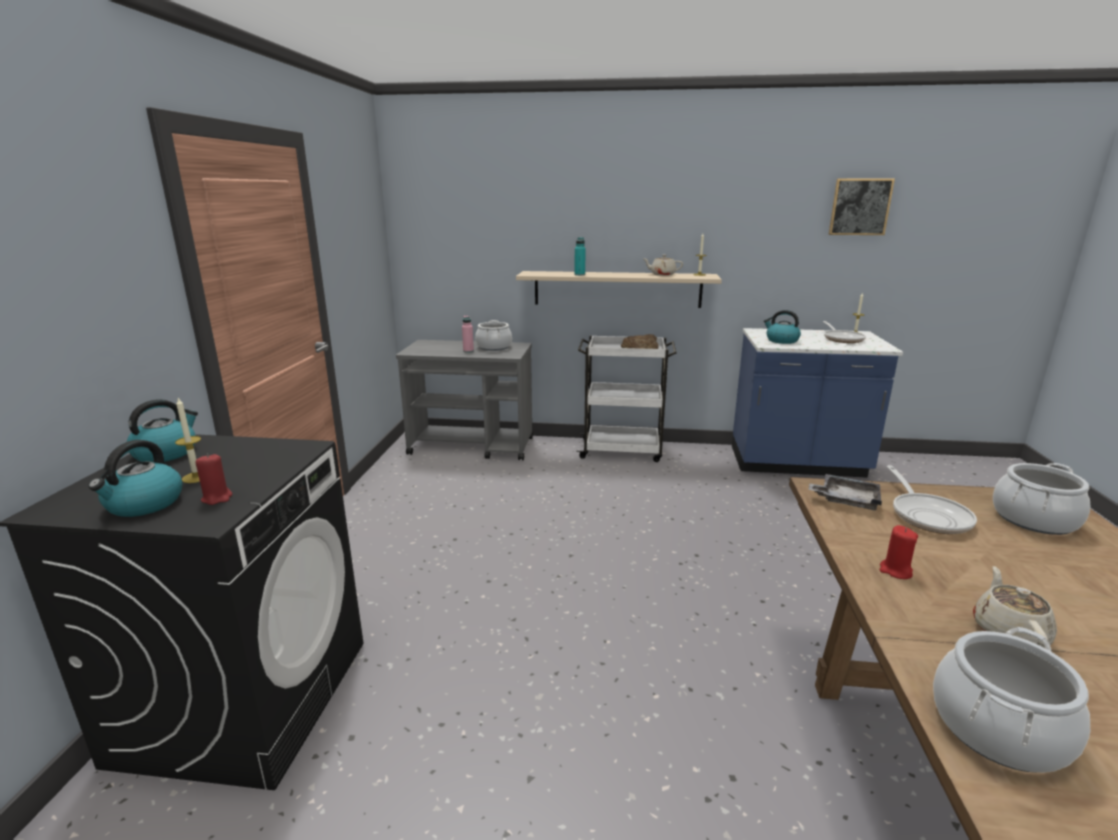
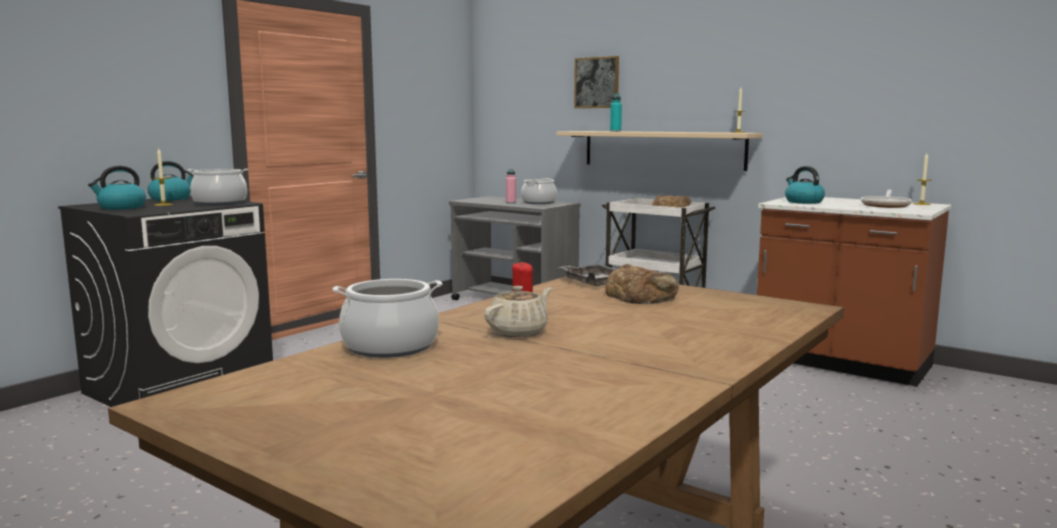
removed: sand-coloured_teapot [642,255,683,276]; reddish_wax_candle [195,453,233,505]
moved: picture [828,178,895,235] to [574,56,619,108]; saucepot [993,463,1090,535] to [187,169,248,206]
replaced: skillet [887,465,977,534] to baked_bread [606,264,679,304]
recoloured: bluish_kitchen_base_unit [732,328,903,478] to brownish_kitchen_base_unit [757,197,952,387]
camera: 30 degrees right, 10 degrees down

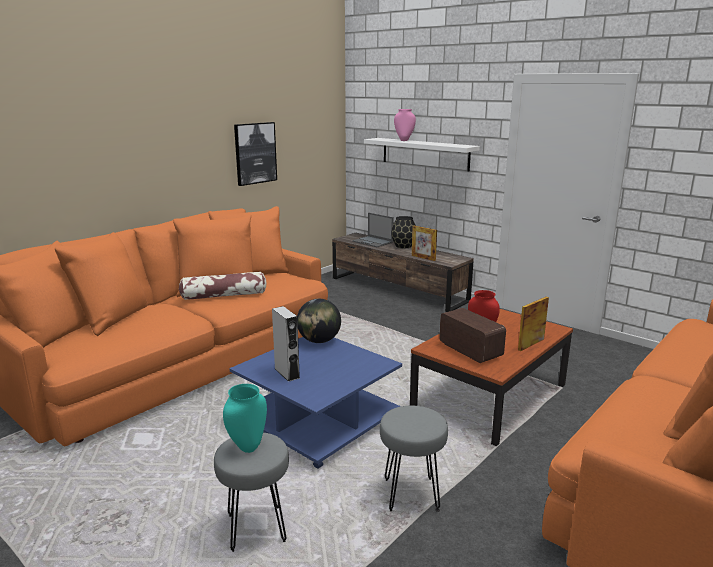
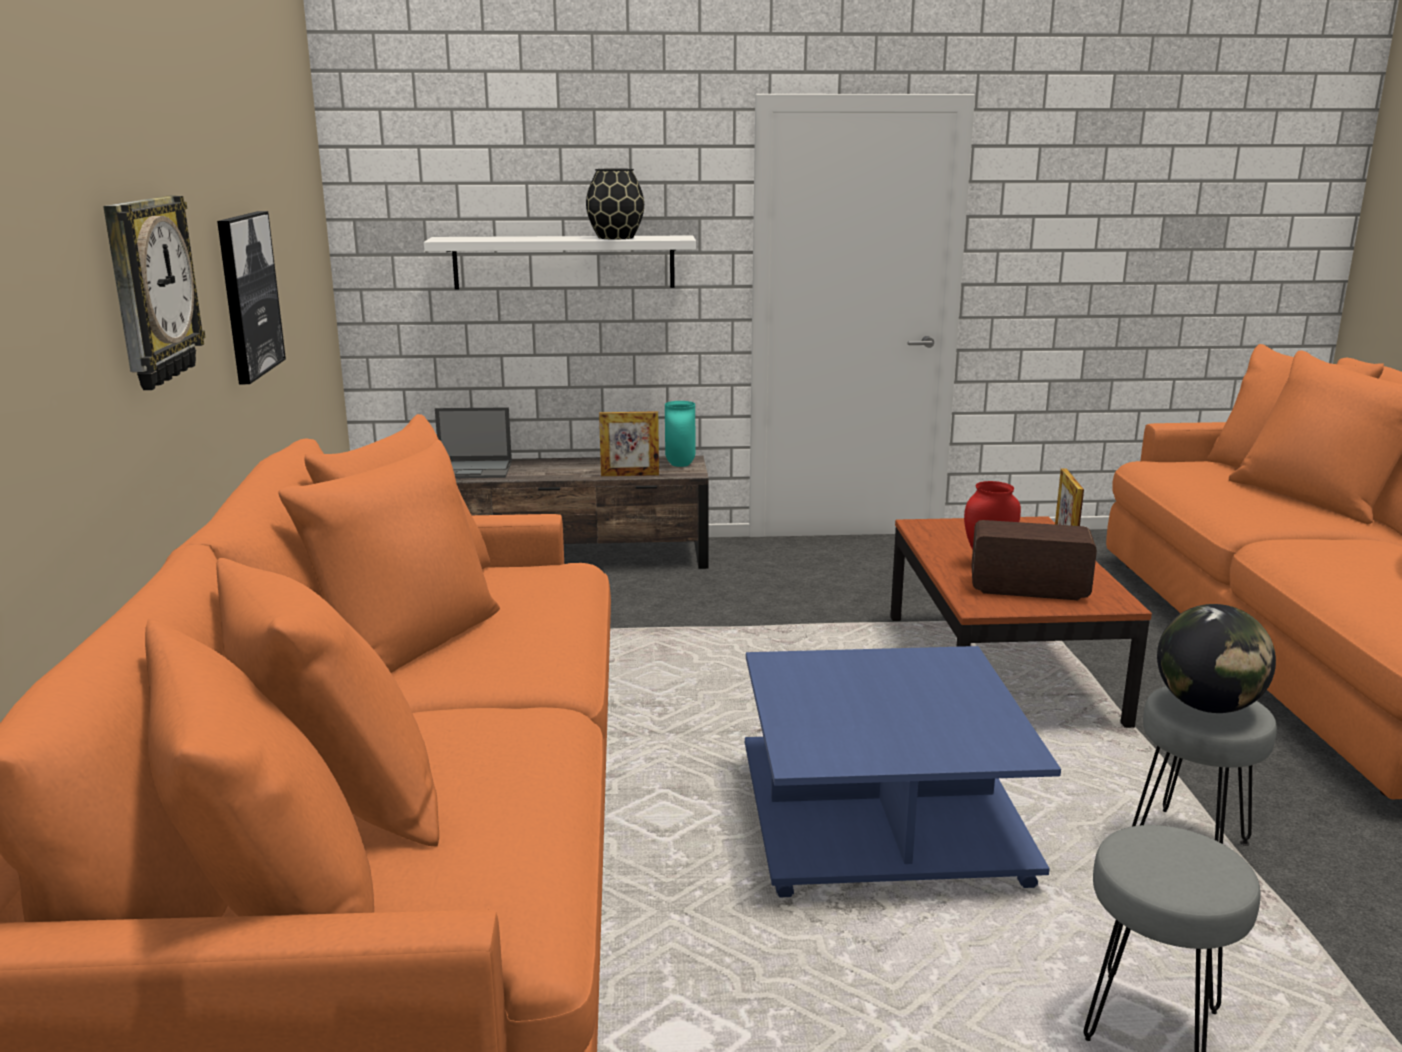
removed: pink_flower_vase [394,109,416,141]; pillow [179,271,266,300]; gray_speaker [272,306,300,382]
added: clock_on_the_wall [103,196,206,390]
moved: black-coloured_flower_vase [391,216,416,248] to [586,168,644,239]; world_globe [297,299,341,343] to [1157,604,1276,713]; turquoise_flower_vase [223,384,267,453] to [665,401,695,467]
camera: 45 degrees left, 0 degrees up

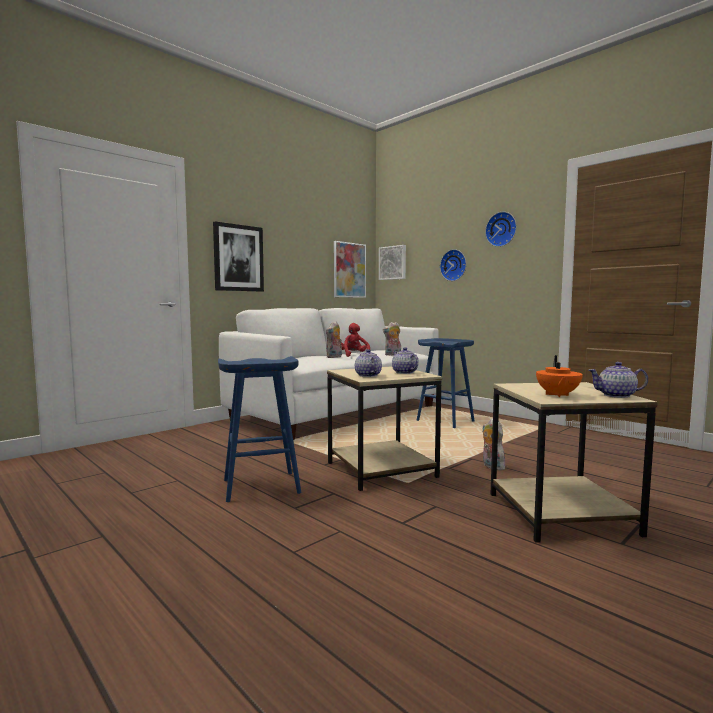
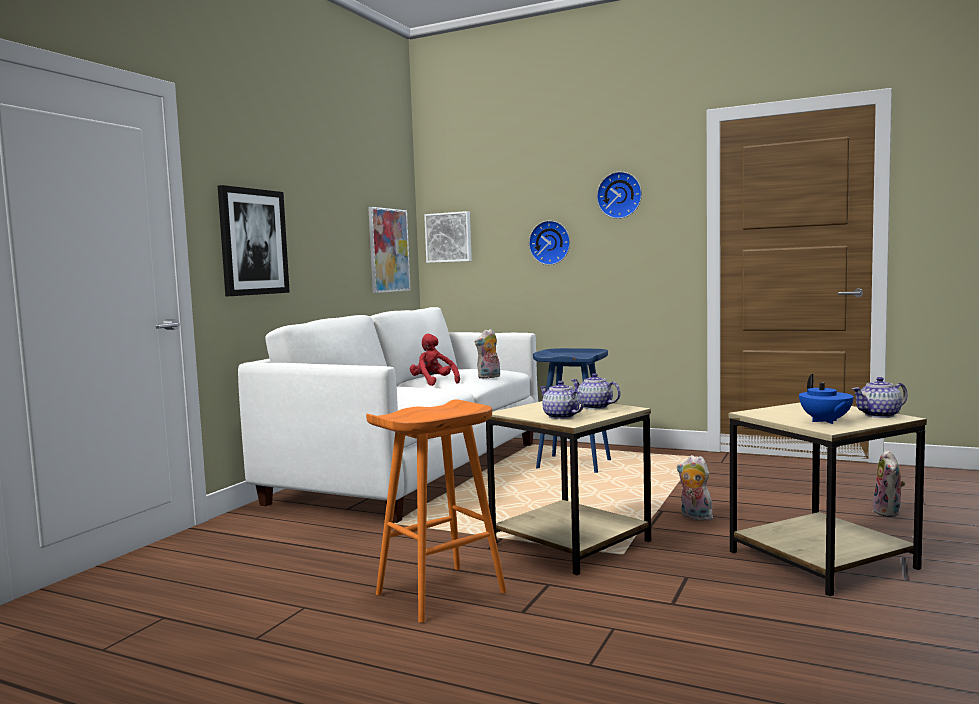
moved: soft_toy [326,322,342,358] to [873,449,905,517]
recoloured: orange-coloured_teapot [536,355,583,397] to bluish_teapot [799,374,854,424]; bluish_sitting_stool [218,356,301,502] to orange-coloured_sitting_stool [366,399,507,623]
camera: 20 degrees left, 0 degrees up

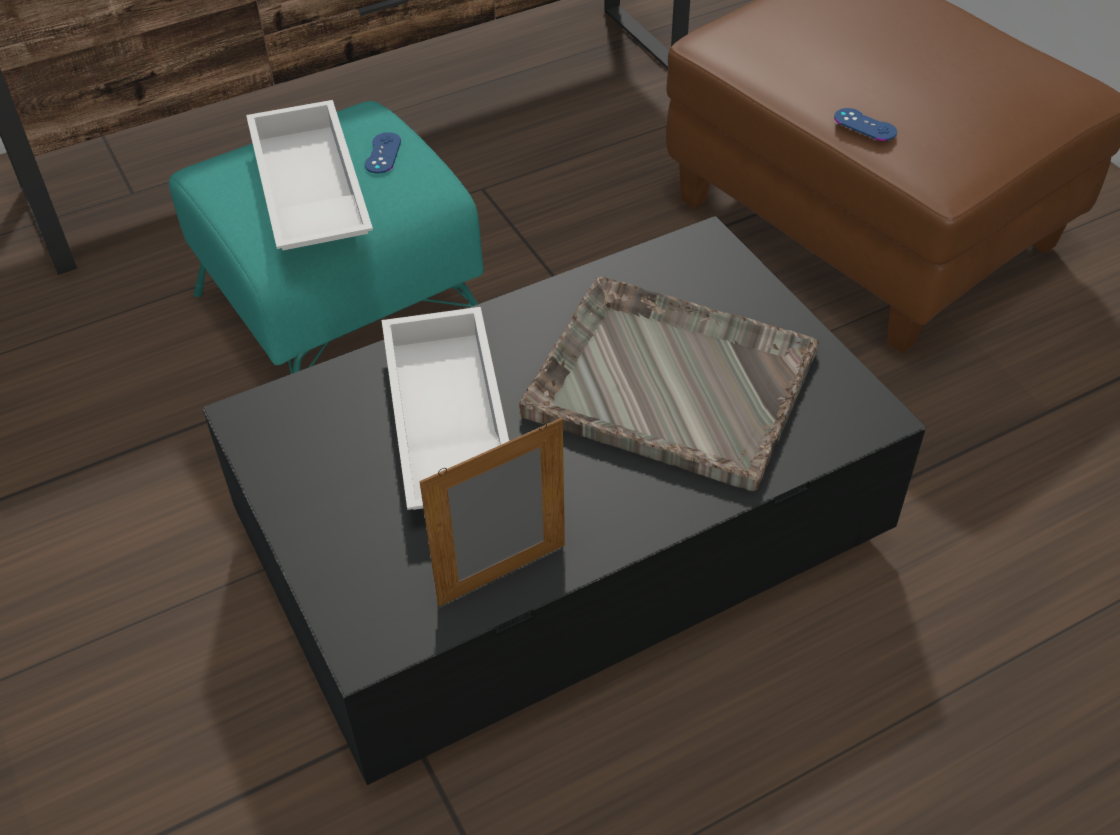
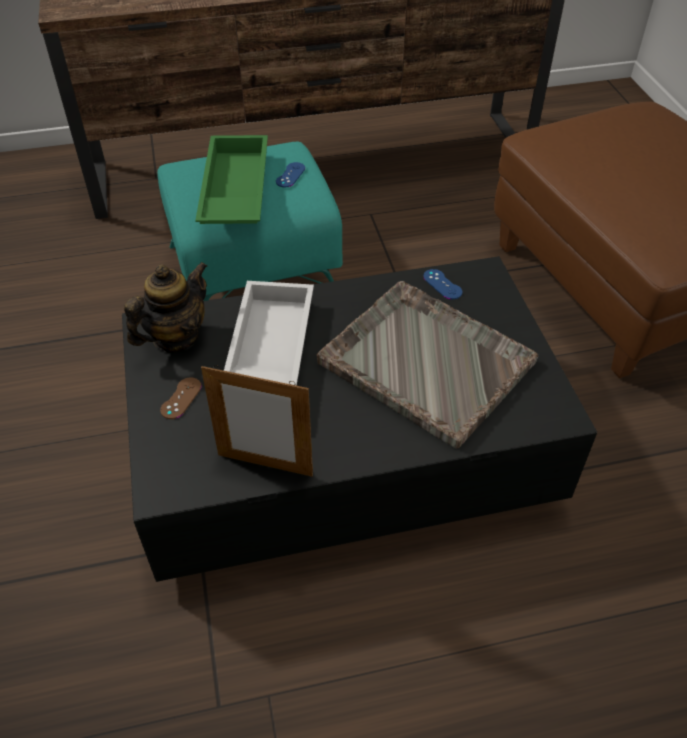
added: teapot [124,262,207,352]; brownish_gamepad [160,377,202,419]
moved: bluish_gamepad [834,108,897,141] to [423,269,462,300]
recoloured: whitish_tray [246,100,373,251] to green_tray [195,135,268,224]
turned: photo_frame [420,418,565,606] = [201,365,313,477] 150 degrees counterclockwise
camera: 15 degrees right, 0 degrees up

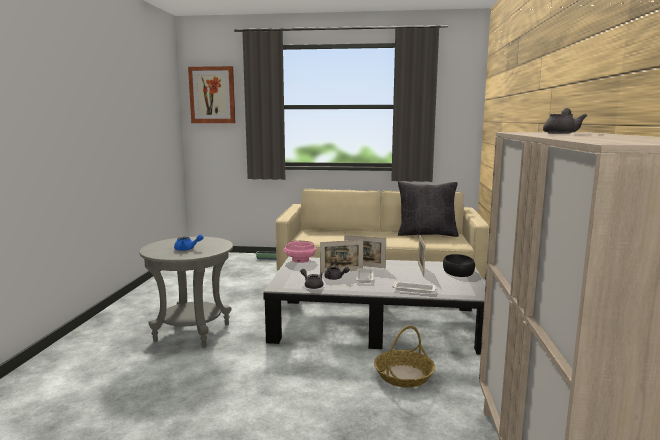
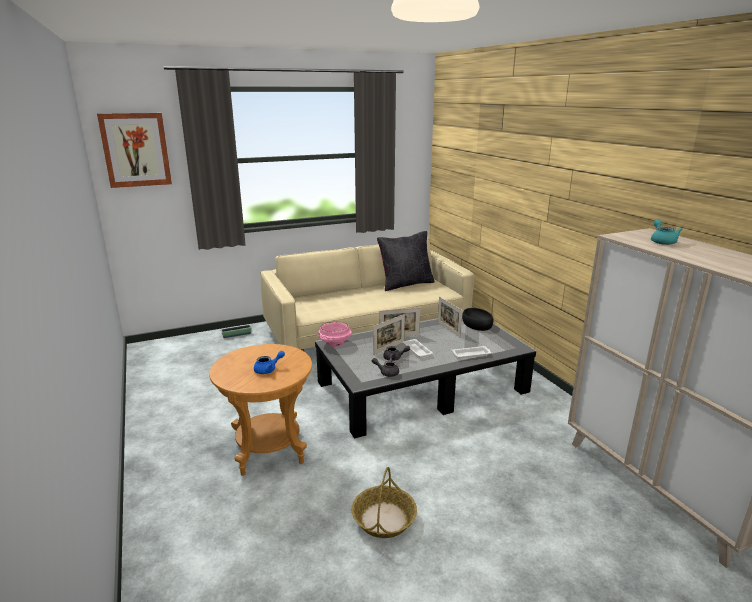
moved: household_basket [374,326,435,388] to [352,467,417,538]
recoloured: gray_teapot [543,108,587,134] to turquoise_teapot [651,219,683,245]; gray_accent_table [139,237,233,348] to brownish_accent_table [209,344,312,476]
camera: 30 degrees left, 10 degrees up

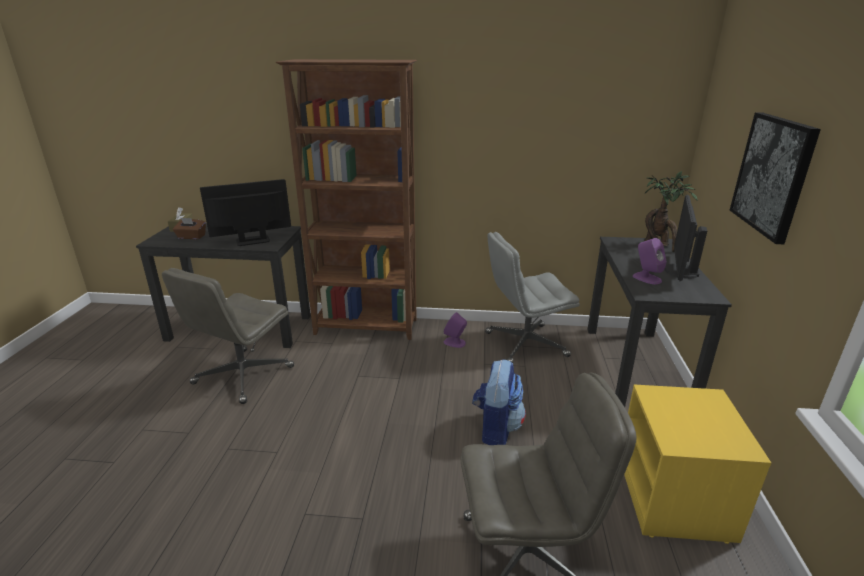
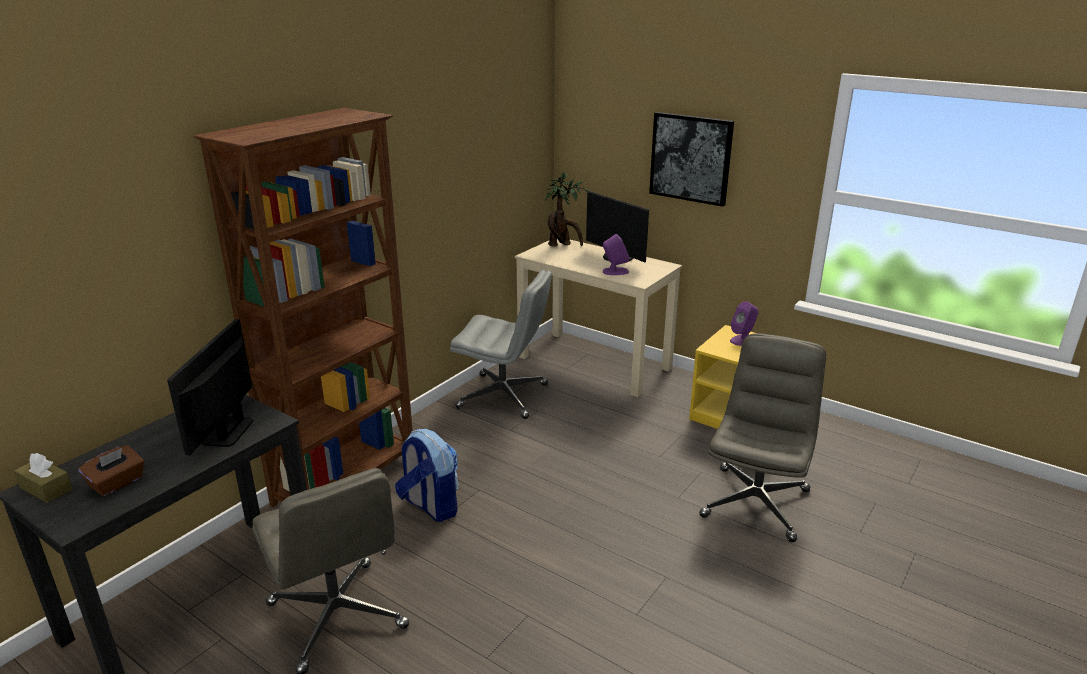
moved: purple-coloured_speaker [444,312,467,348] to [730,301,759,346]; knapsack [472,359,526,445] to [395,429,458,522]
recoloured: black-coloured_desk [588,237,732,407] to sand-coloured_desk [515,239,682,397]
turned: gray_desk_chair [485,232,579,363] = [450,270,552,419] 90 degrees counterclockwise
camera: 60 degrees left, 0 degrees up

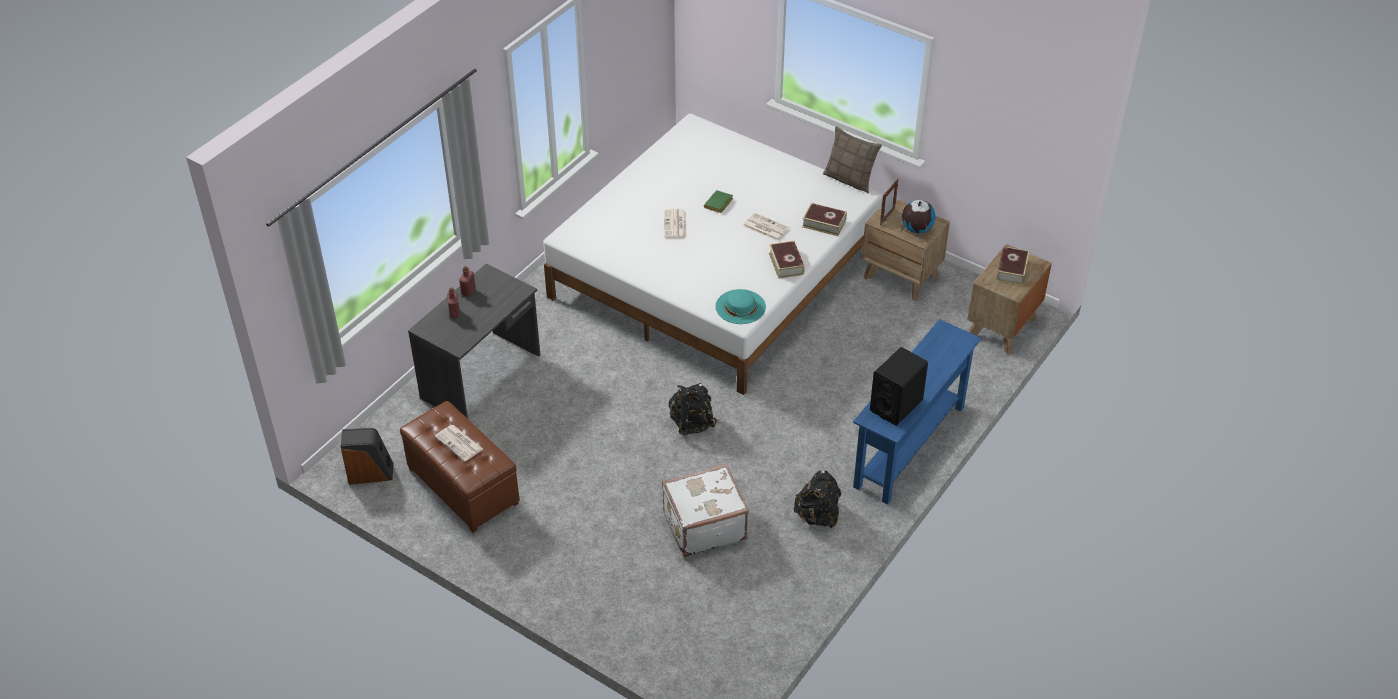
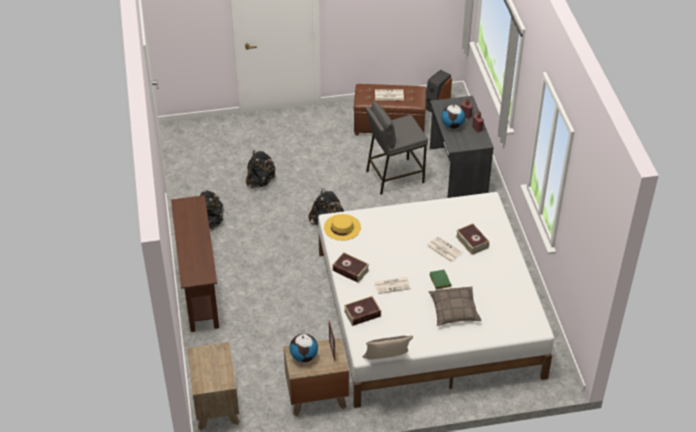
removed: black-coloured_speaker [870,347,928,426]
added: gray_sitting_stool [366,101,428,195]; world_globe [441,104,465,129]; pillow [429,287,482,326]
moved: volume [996,246,1030,285] to [456,223,489,255]
replaced: whitish_travel_case [662,464,749,557] to black-coloured_knapsack [246,150,275,188]
recoloured: turquoise_wearable_hat [715,289,766,324] to yellowish_wearable_hat [324,214,361,241]; bluish_hall_table [853,319,982,505] to brownish_hall_table [171,195,219,332]
camera: 135 degrees right, 0 degrees up

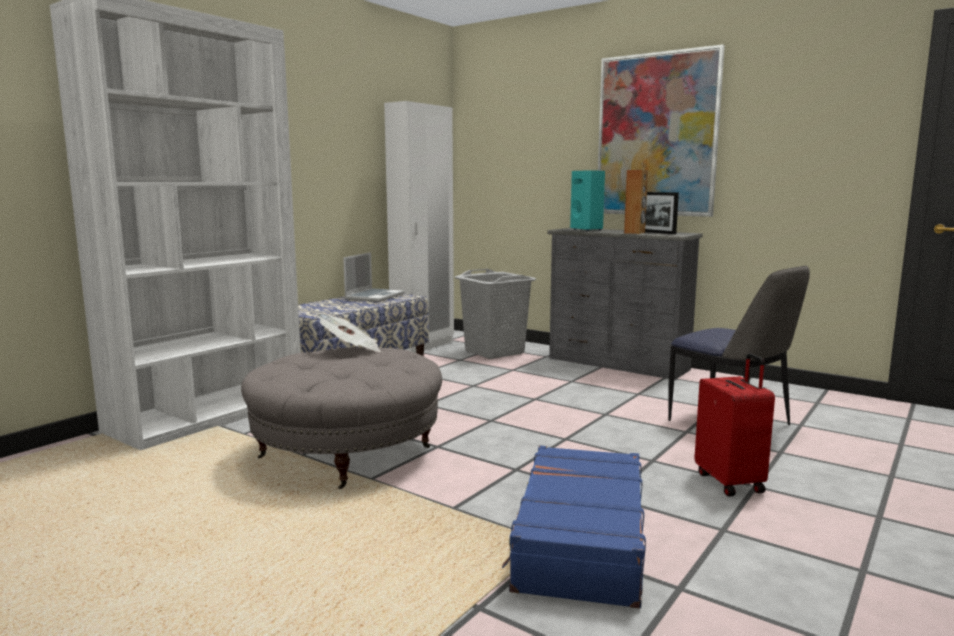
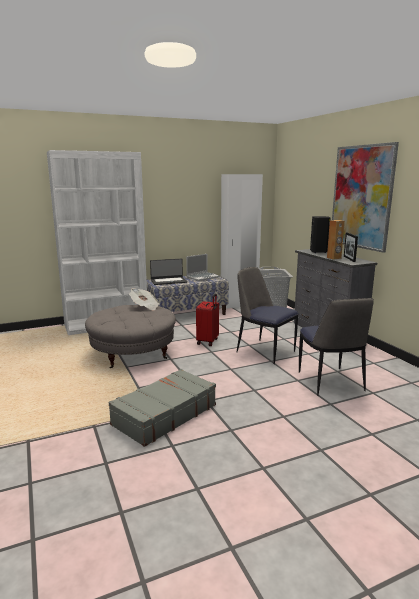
added: laptop [150,259,187,285]; chair [237,267,298,364]
moved: reddish_travel_case [694,353,775,496] to [196,294,219,346]
recoloured: turquoise_speaker [570,171,605,231] to black-coloured_speaker [310,216,331,253]; bluish_travel_case [502,446,646,609] to gray_travel_case [109,369,216,447]
camera: 30 degrees right, 5 degrees up

